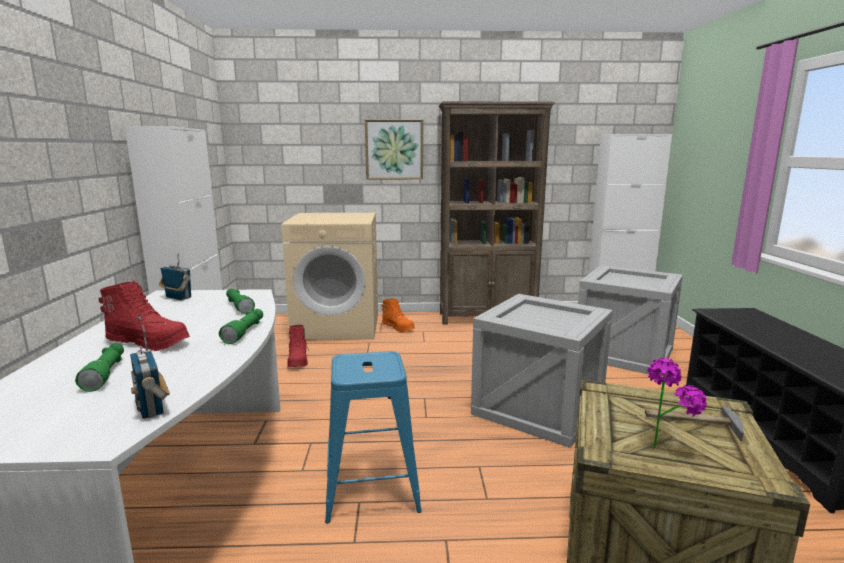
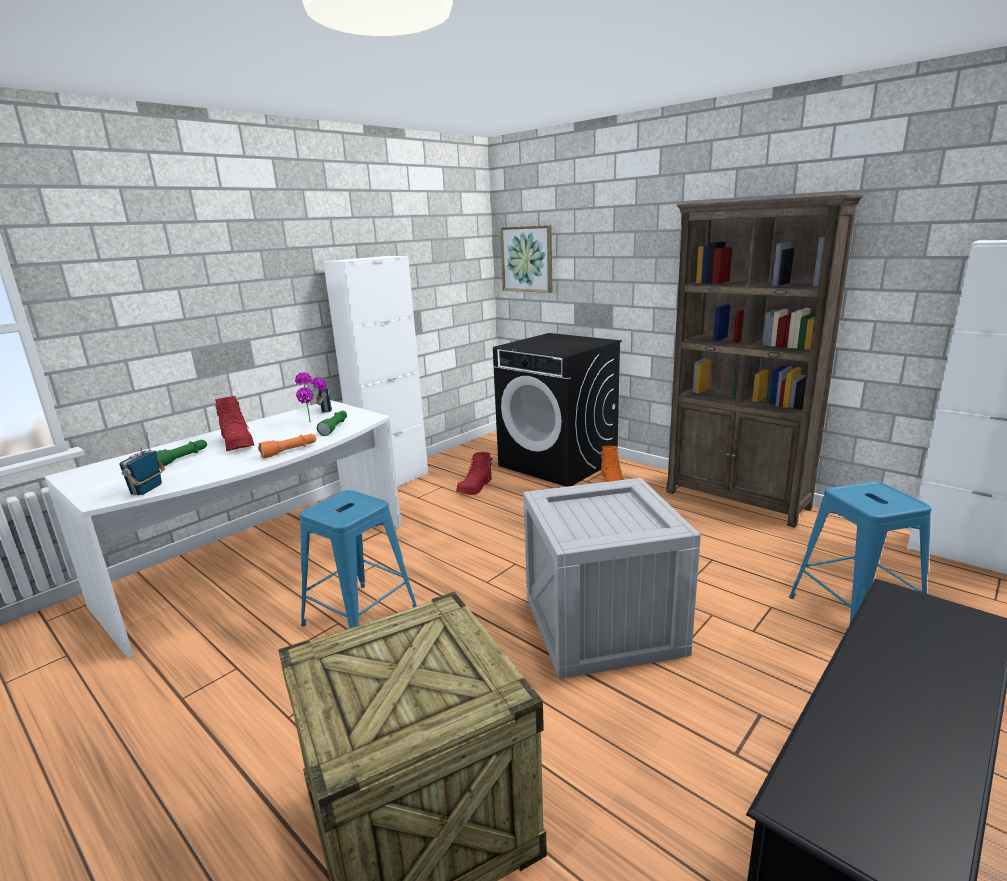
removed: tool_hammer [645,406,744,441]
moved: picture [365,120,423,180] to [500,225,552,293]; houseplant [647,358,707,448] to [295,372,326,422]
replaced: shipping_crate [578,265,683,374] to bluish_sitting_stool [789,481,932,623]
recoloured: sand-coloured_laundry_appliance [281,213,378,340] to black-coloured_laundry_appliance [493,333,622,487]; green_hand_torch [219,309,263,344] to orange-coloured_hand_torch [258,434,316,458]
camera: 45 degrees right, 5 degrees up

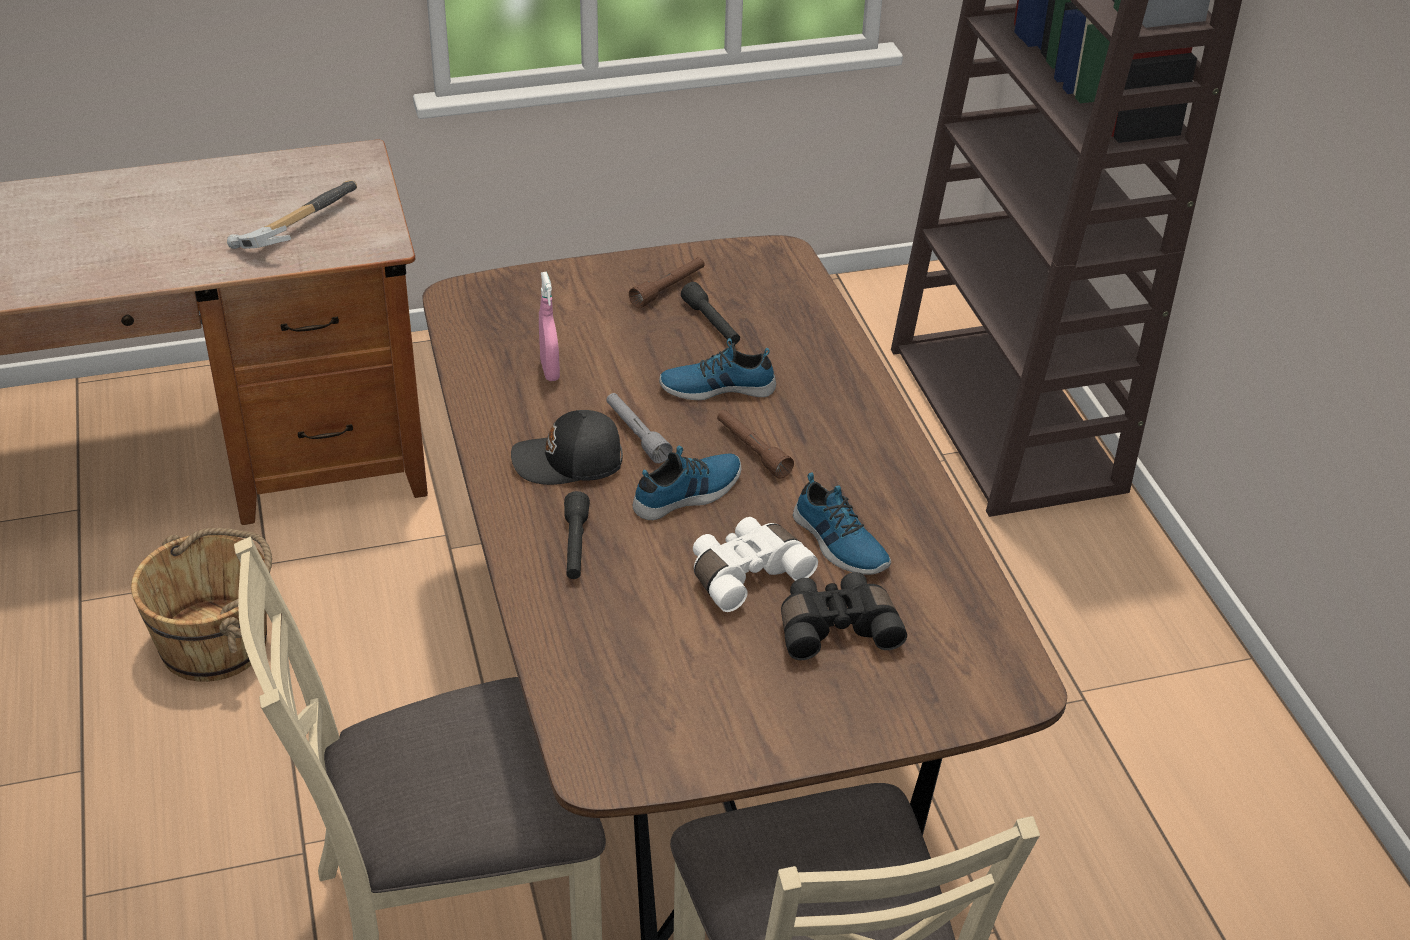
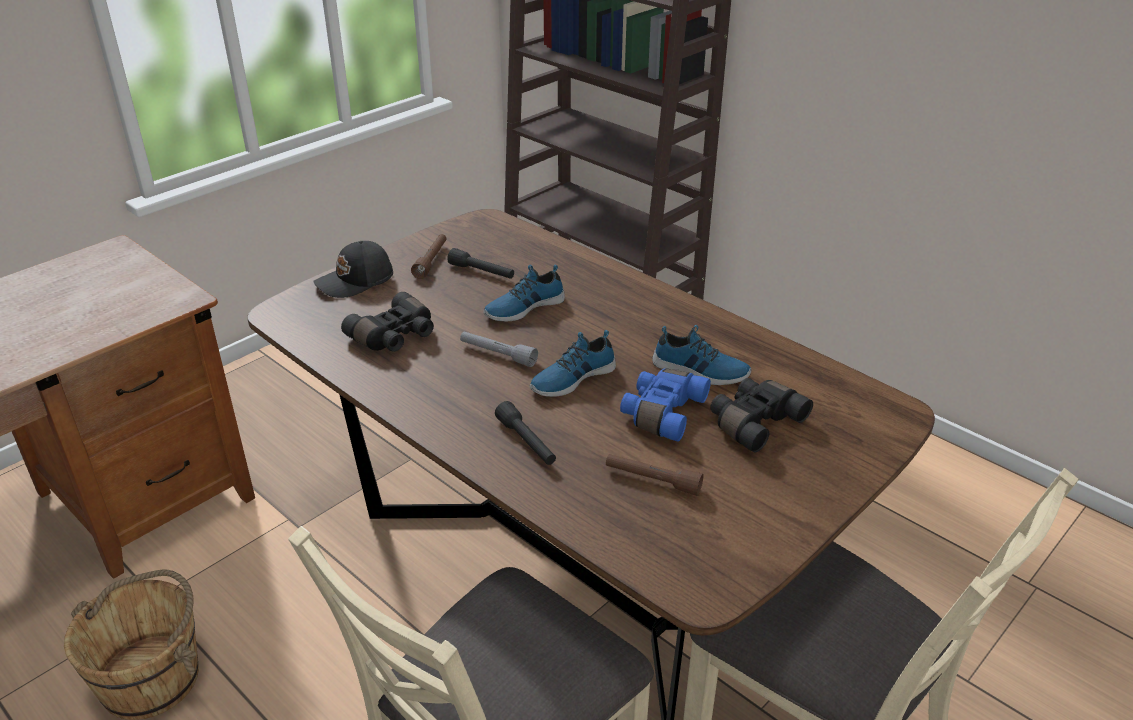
removed: tool_hammer [227,180,357,249]
moved: black-coloured_peaked_cap [511,410,623,485] to [313,241,393,298]; brownish_hand_torch [717,410,794,478] to [606,454,704,496]
replaced: pink_sprayer [539,272,560,381] to black-coloured_binoculars [341,292,434,352]
recoloured: whitish_binoculars [693,517,818,612] to bluish_binoculars [620,369,711,442]
turned: shoe [633,446,741,520] = [530,330,616,397] 150 degrees counterclockwise
camera: 30 degrees left, 5 degrees down

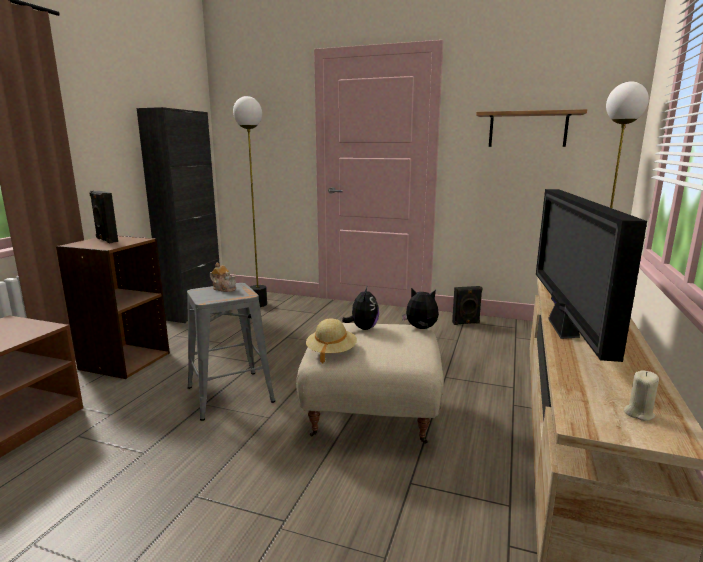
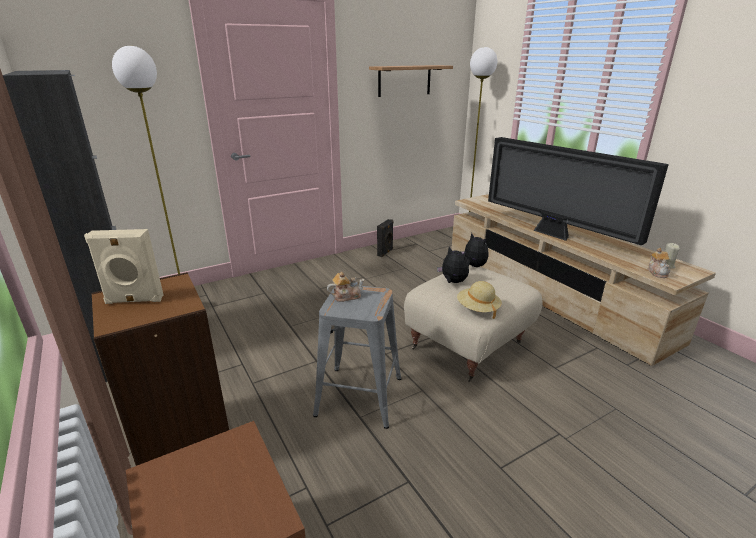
added: teapot [648,248,670,278]
recoloured: black-coloured_speaker [90,191,118,243] to sand-coloured_speaker [84,229,164,304]
turned: soft_toy [402,288,439,329] = [461,233,489,267] 90 degrees clockwise
camera: 50 degrees left, 10 degrees up

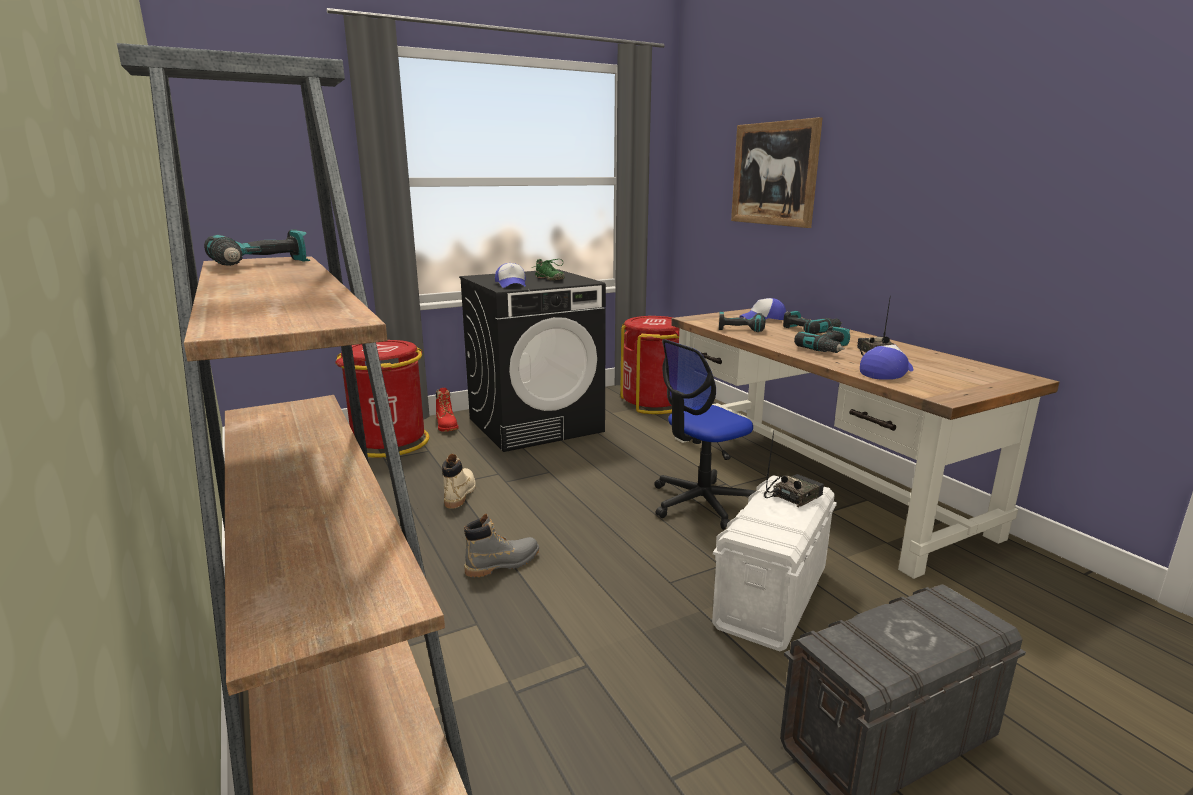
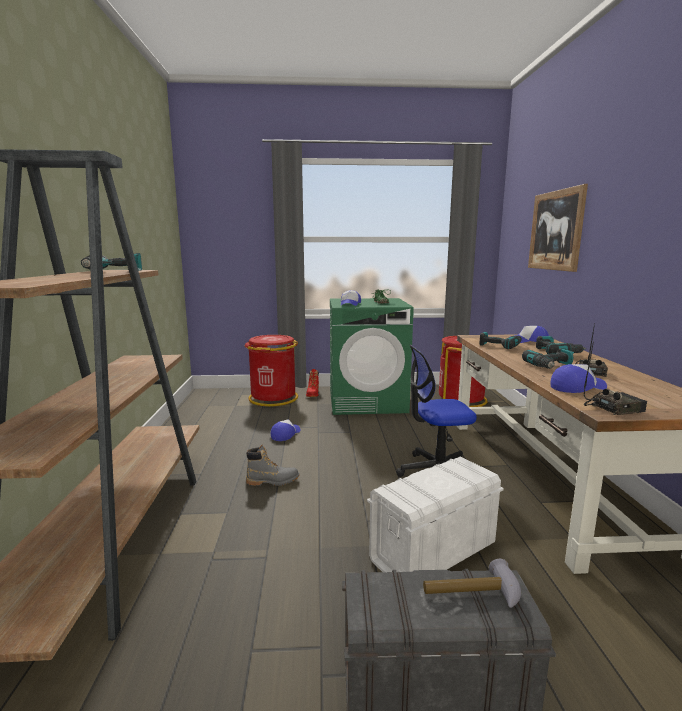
added: tool_hammer [423,559,521,608]
moved: radio_receiver [764,431,824,507] to [584,342,647,415]
replaced: sand-coloured_boot [442,454,476,509] to peaked_cap [271,419,301,441]
recoloured: black-coloured_laundry_appliance [459,269,606,452] to green_laundry_appliance [330,298,414,415]
camera: 25 degrees right, 5 degrees down

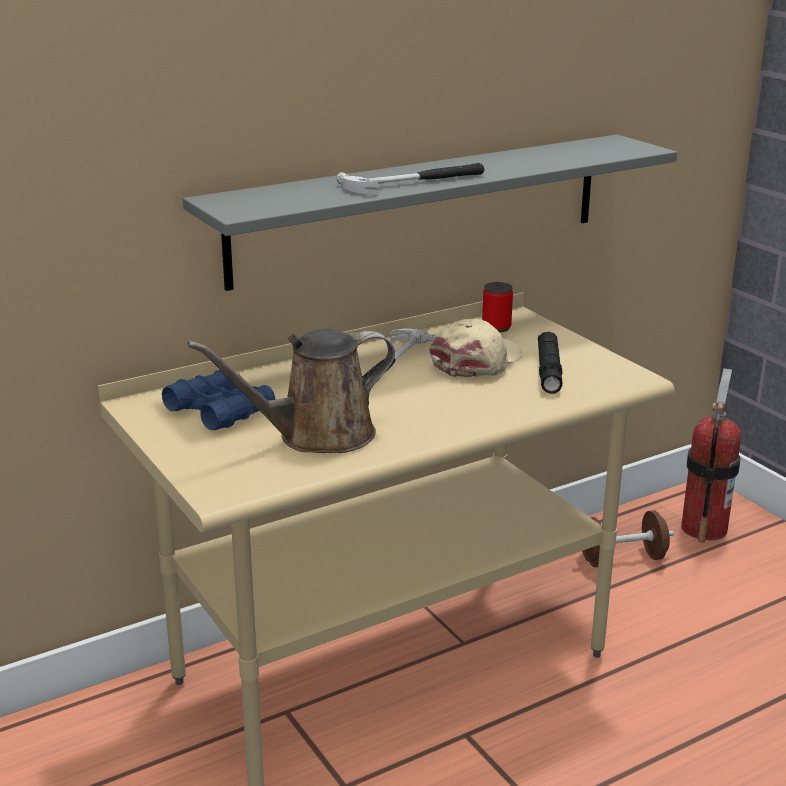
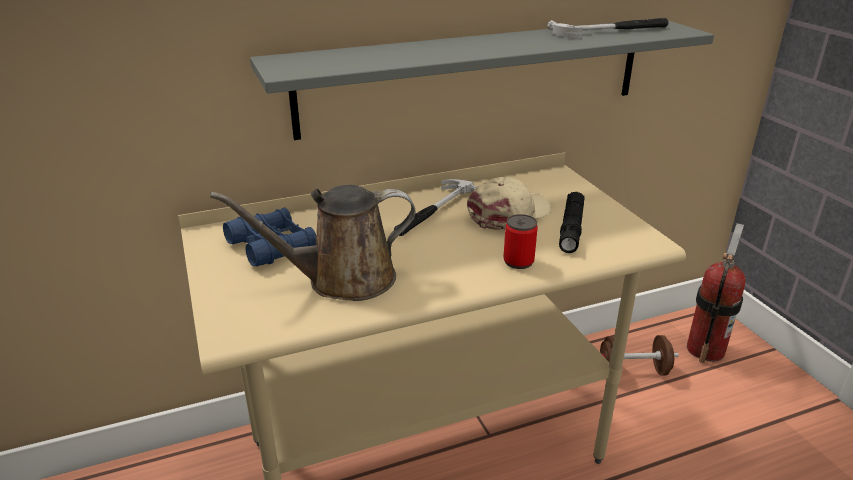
moved: tool_hammer [336,163,484,195] to [547,18,669,39]; metal_can [482,282,513,333] to [503,214,538,269]
camera: 10 degrees right, 5 degrees up

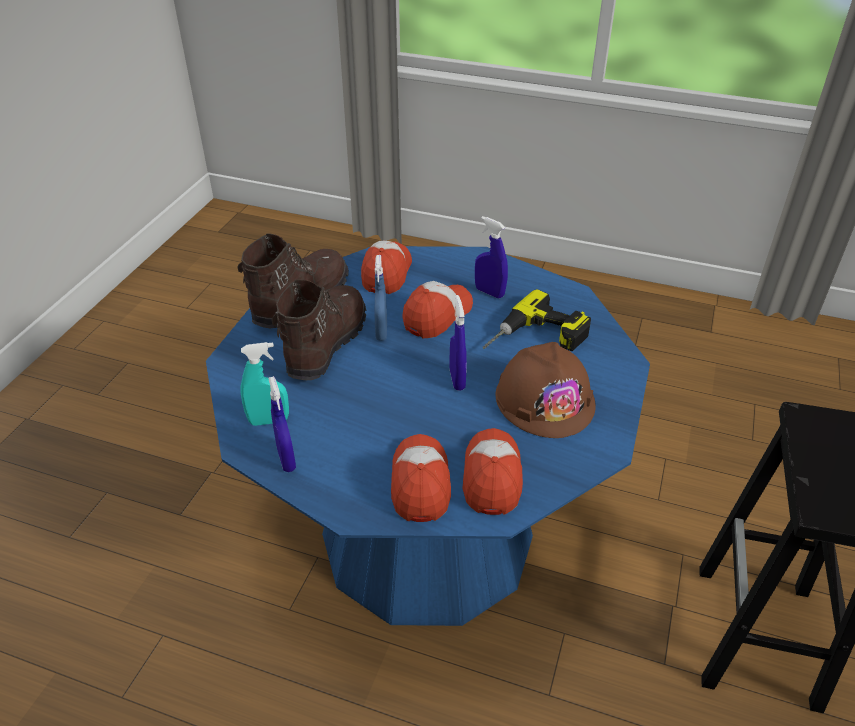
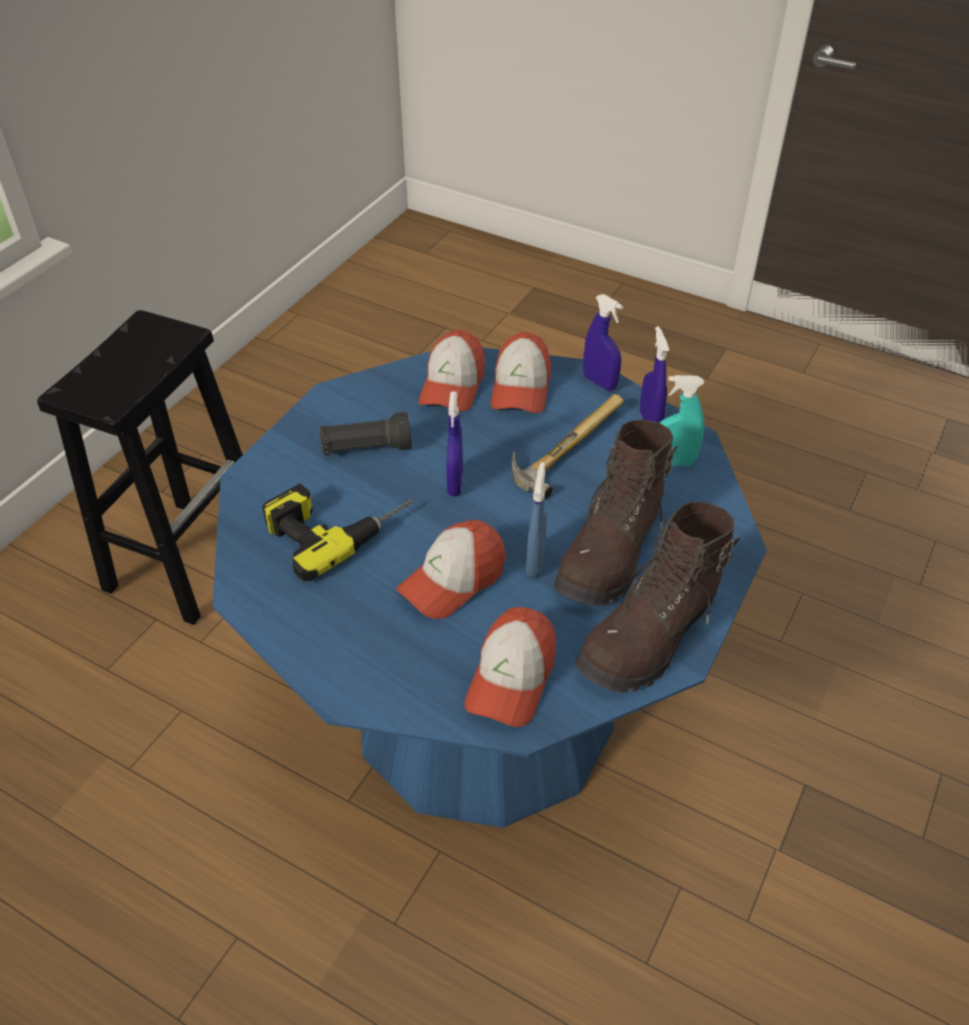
added: tool_hammer [512,394,624,499]
moved: bluish_sprayer [475,216,508,298] to [583,294,623,391]
replaced: brownish_safety_helmet [496,342,596,438] to black-coloured_hand_torch [319,412,411,456]
camera: 170 degrees left, 5 degrees up

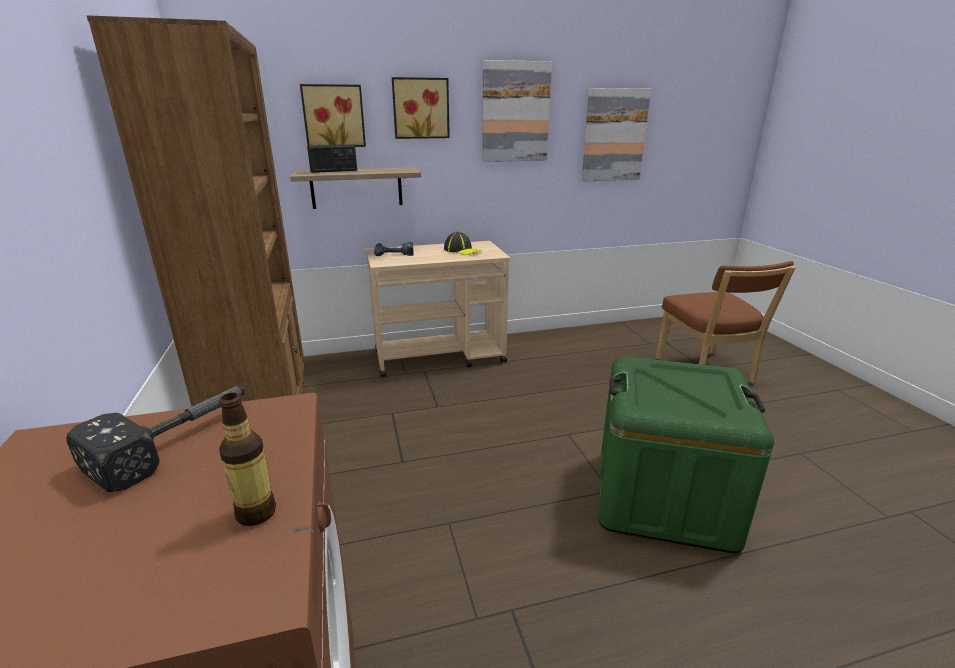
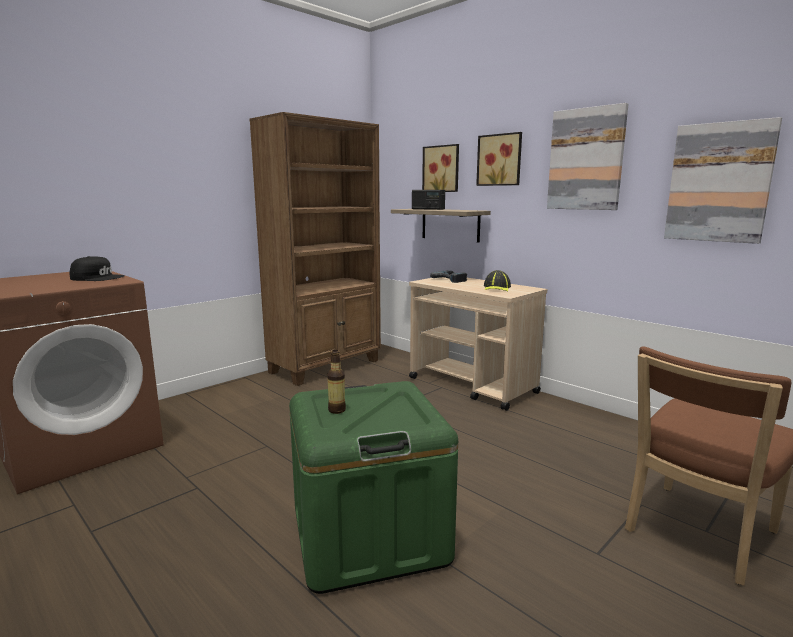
moved: beverage_bottle [219,393,276,526] to [327,350,346,414]
replaced: tool_hammer [66,386,251,492] to black-coloured_peaked_cap [70,256,124,281]
camera: 60 degrees right, 10 degrees down

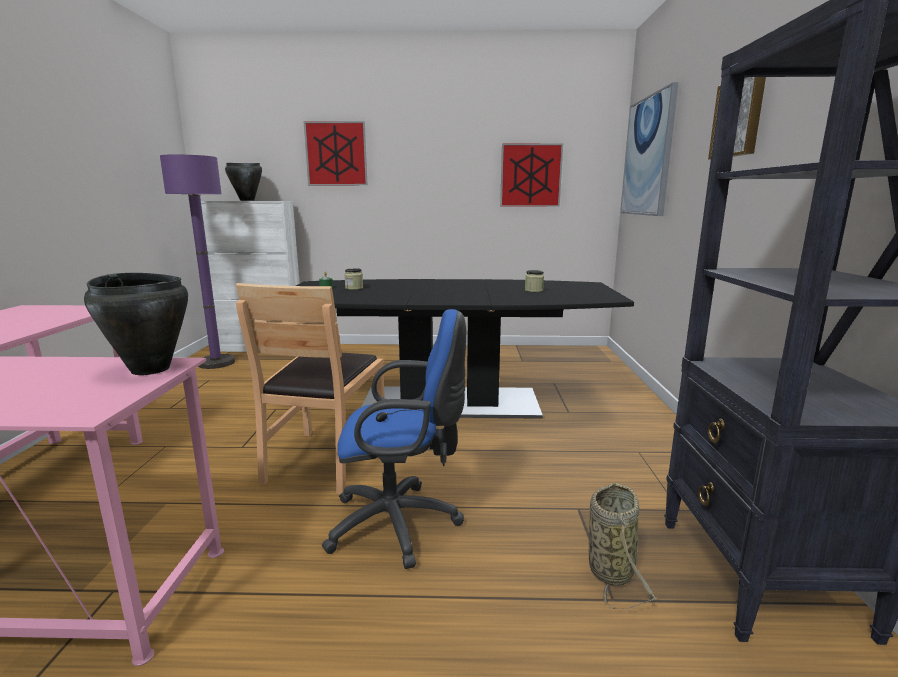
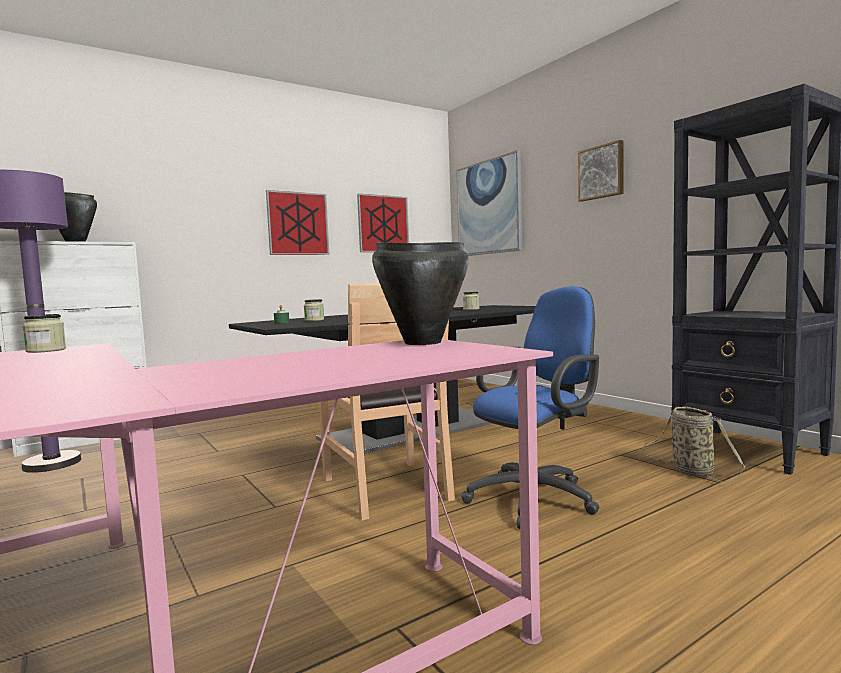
added: storage_jar [23,314,66,353]
moved: picture [304,121,368,185] to [266,190,329,255]
camera: 35 degrees left, 10 degrees down

